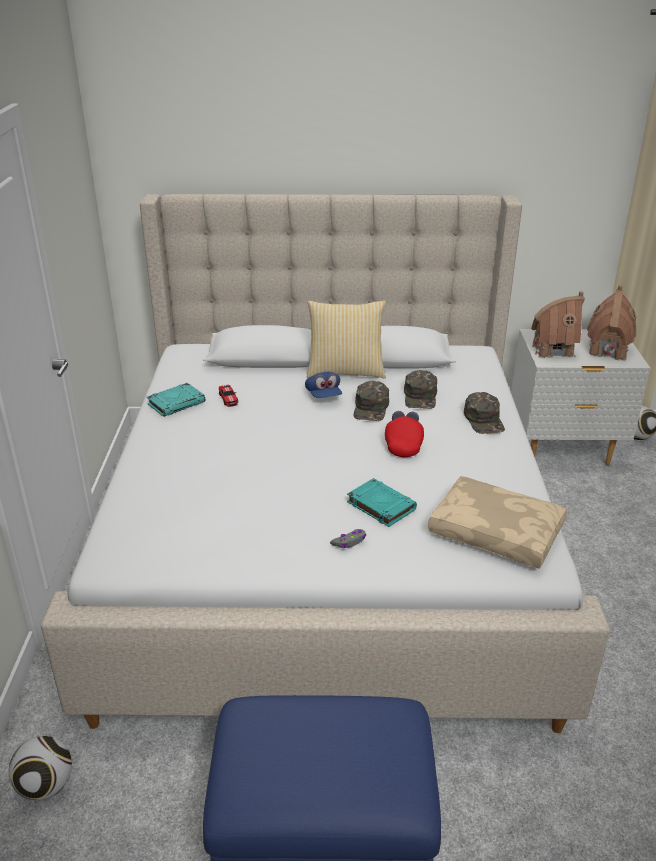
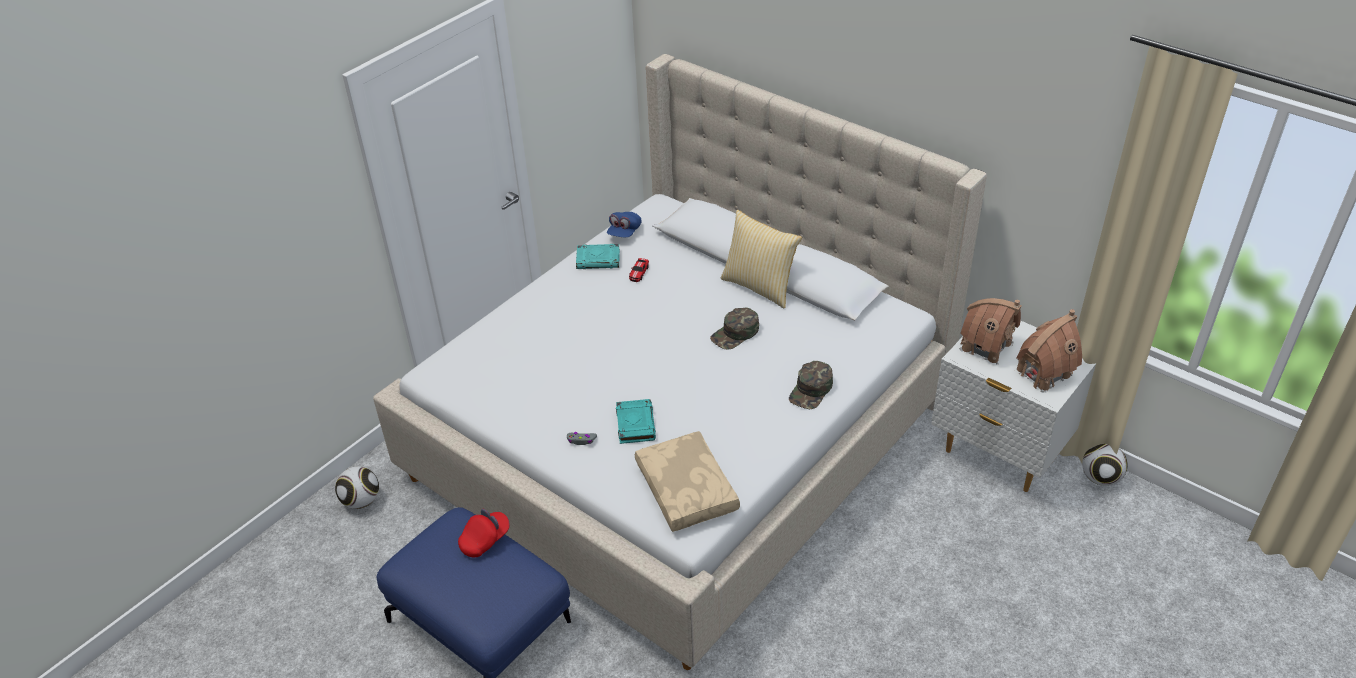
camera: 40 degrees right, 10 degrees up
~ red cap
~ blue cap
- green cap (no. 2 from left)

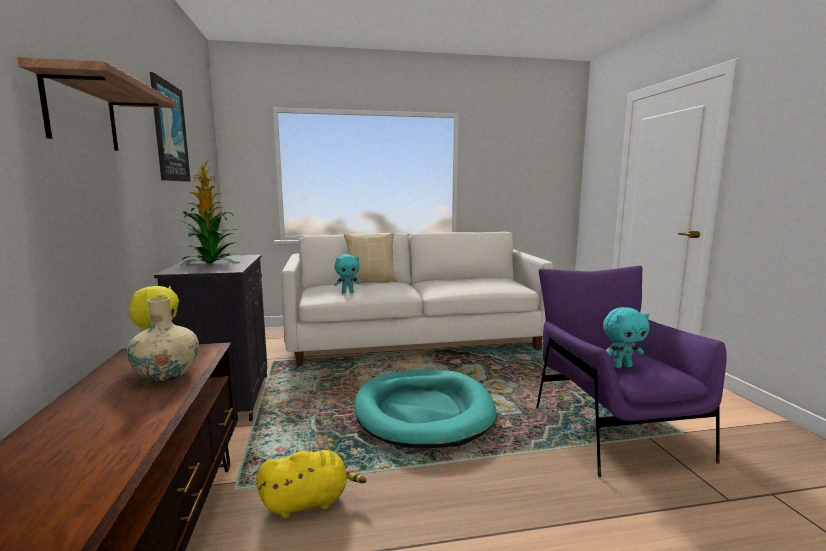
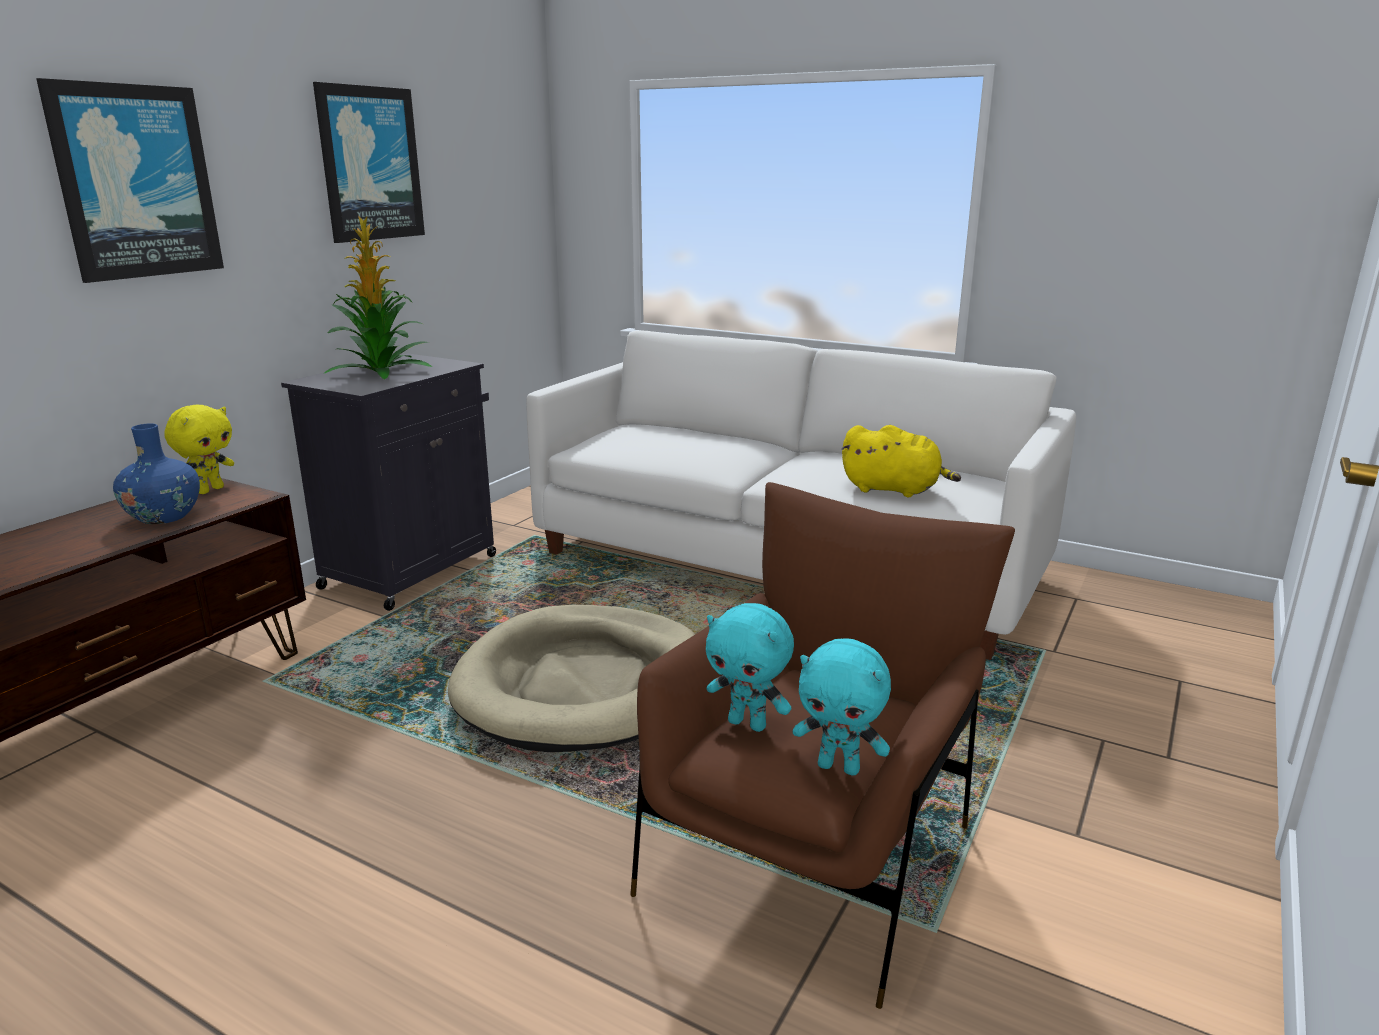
camera: 40 degrees right, 10 degrees up
~ shelf to picture (no. 1 from left)
~ beige vase to blue vase
~ turquoise dog bed to beige dog bed
~ purple armchair to brown armchair
~ turquoise plush toy (no. 1 from left in the first image) to turquoise plush toy (no. 2 from left)
~ yellow plush toy (no. 2 from left)
- beige pillow

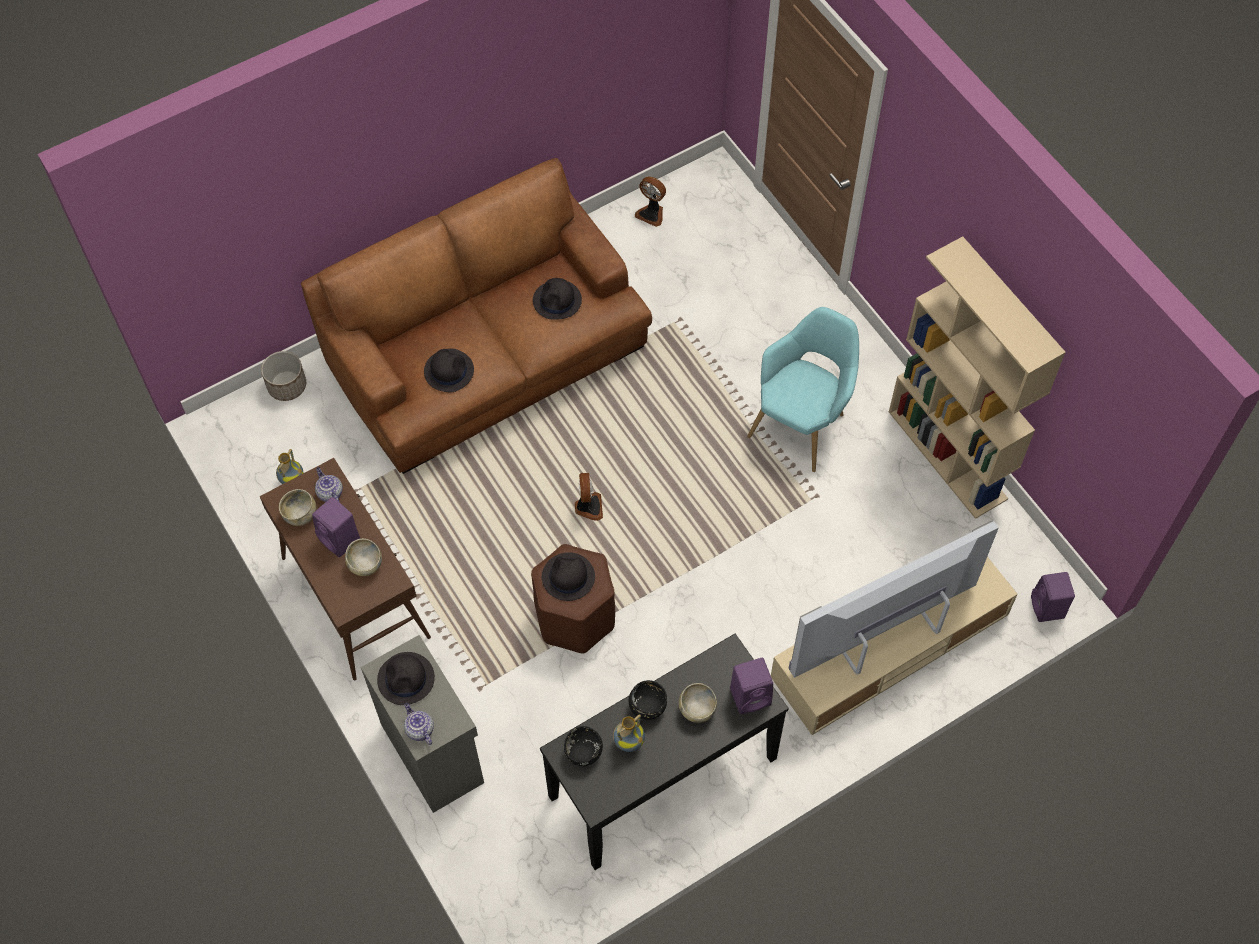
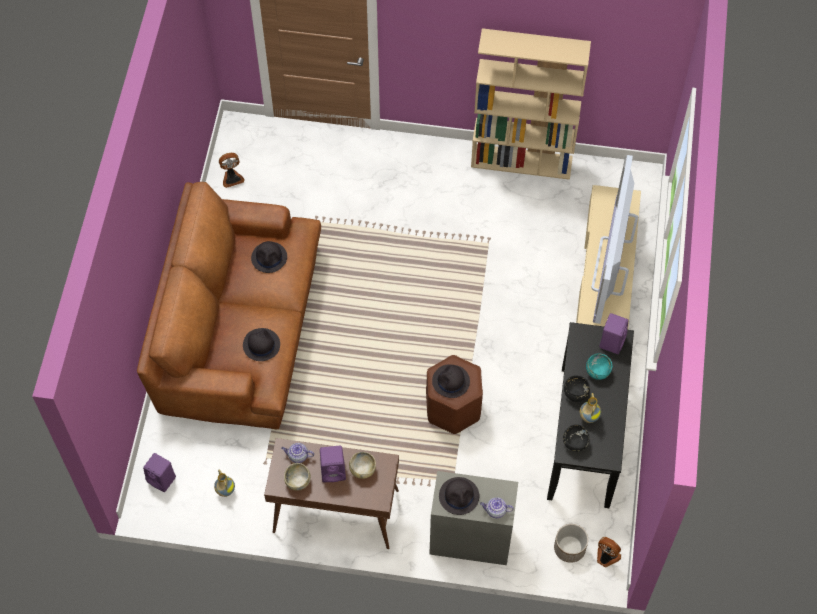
camera: 50 degrees left, 0 degrees up
~ purple speaker (no. 3 from left in the first image) to purple speaker (no. 1 from left)
~ planter
~ beige bowl (no. 3 from left) to turquoise bowl
~ fan (no. 1 from left in the first image) to fan (no. 2 from left)
- turquoise armchair

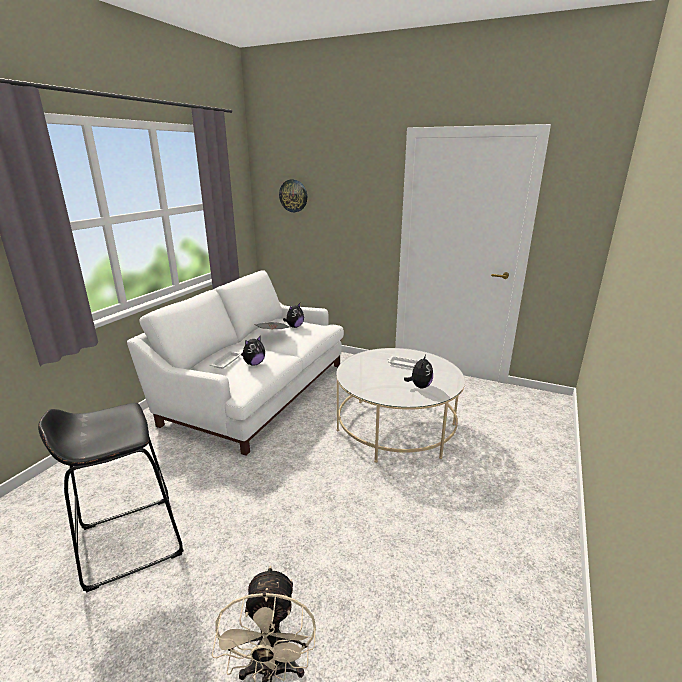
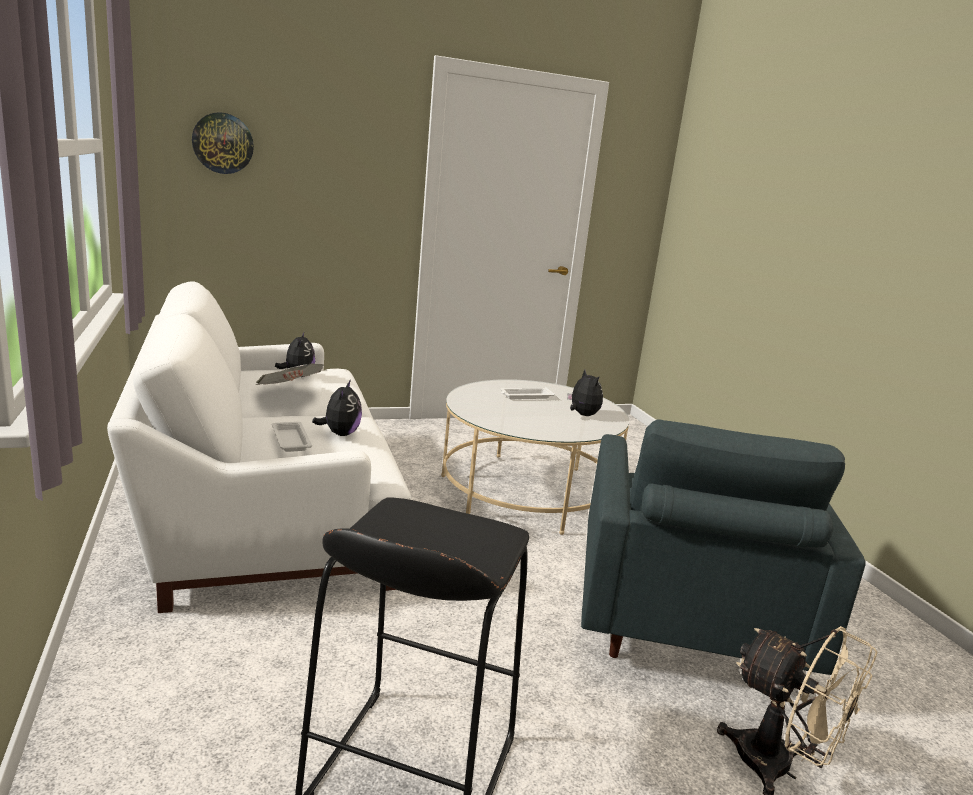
camera: 45 degrees left, 5 degrees down
+ grey armchair

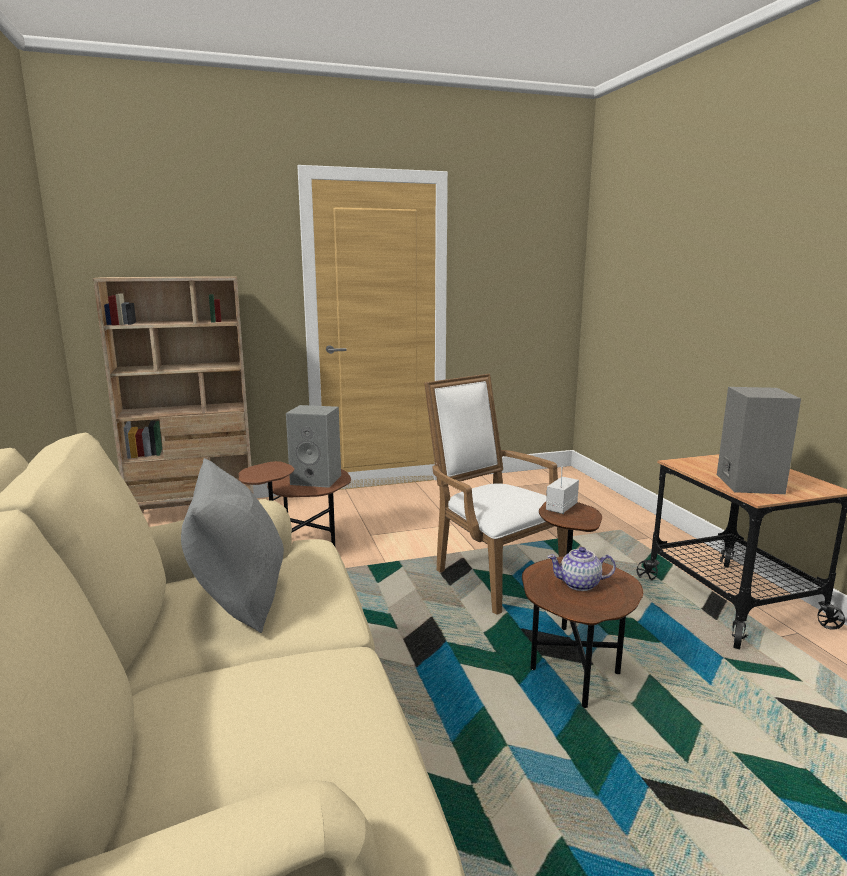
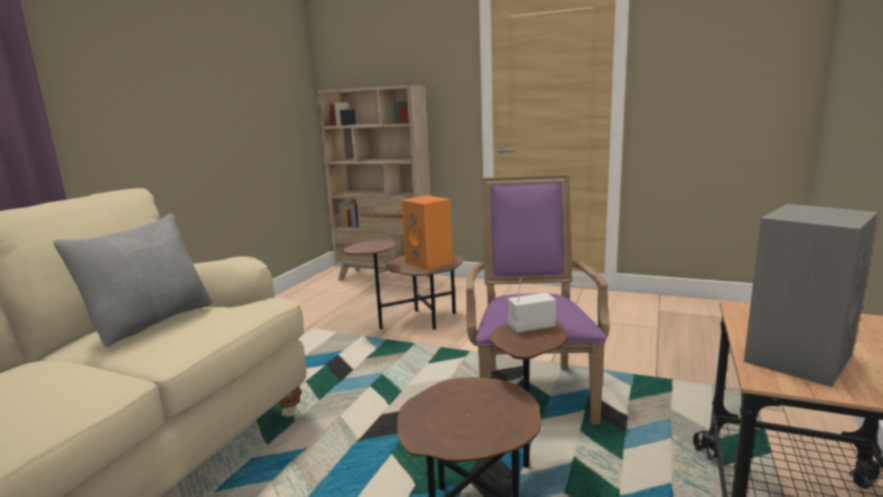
camera: 40 degrees right, 0 degrees up
~ grey speaker (no. 1 from left) to orange speaker
~ white armchair to purple armchair
- teapot

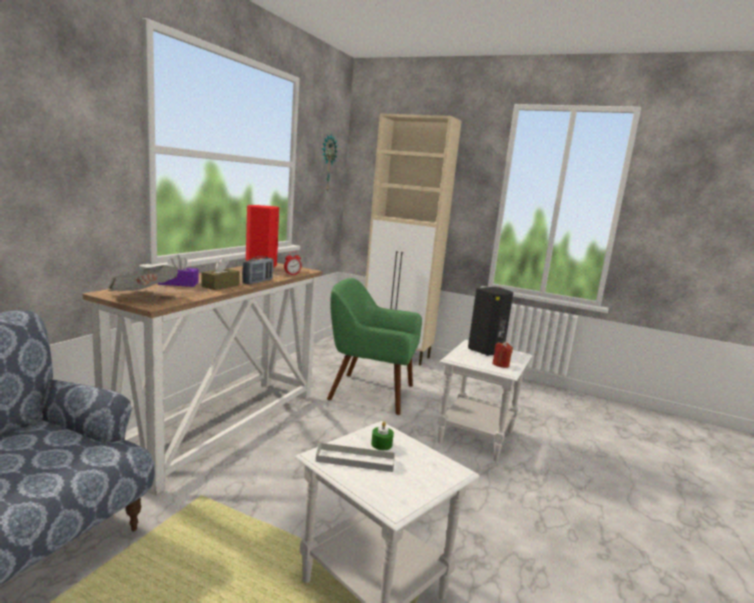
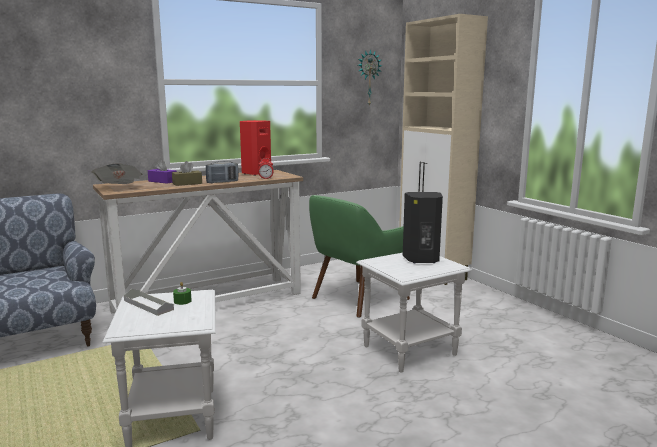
camera: 35 degrees right, 0 degrees up
~ green armchair 90 degrees counterclockwise
- red candle

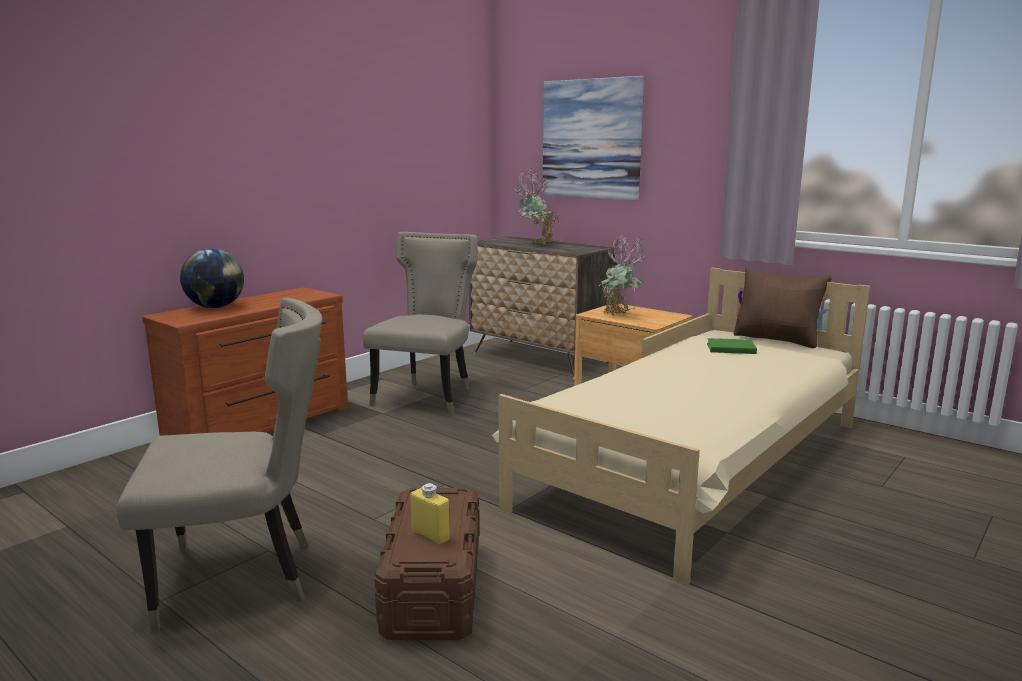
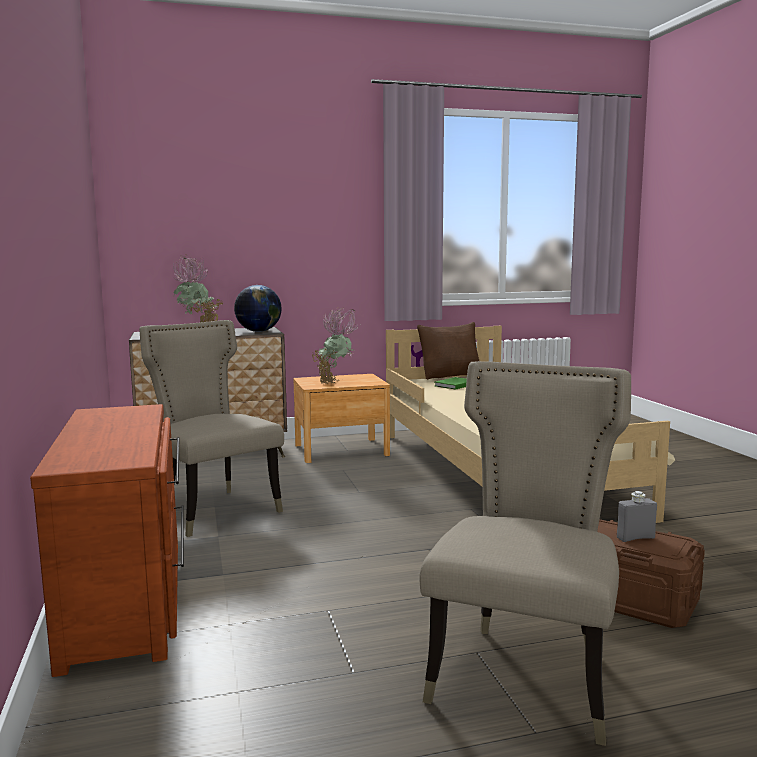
camera: 55 degrees left, 5 degrees down
~ globe
~ yellow bottle to grey bottle
- picture

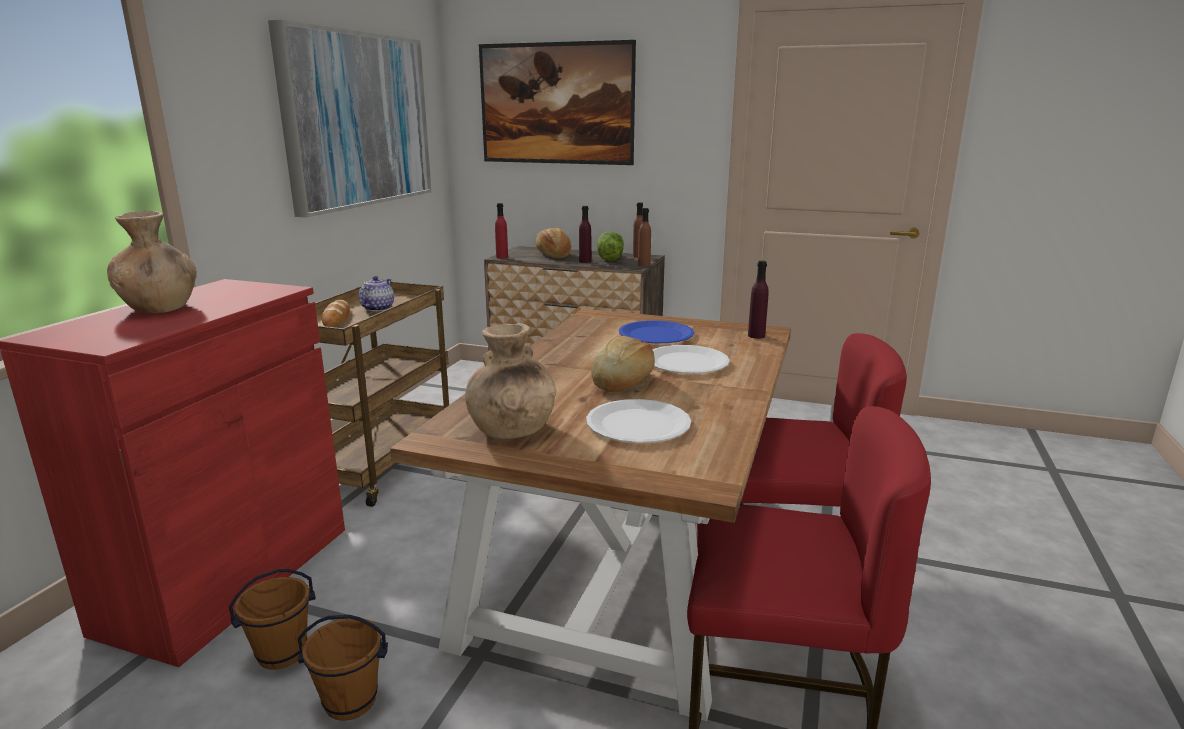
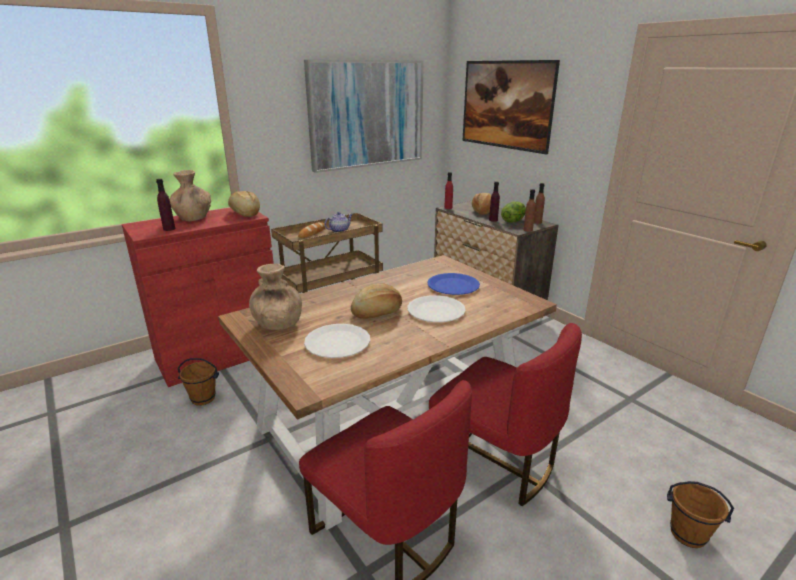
camera: 35 degrees right, 5 degrees up
~ purple bottle (no. 2 from left in the first image) to purple bottle (no. 1 from left)
+ bread (no. 1 from left)
~ brown bucket (no. 2 from left)

